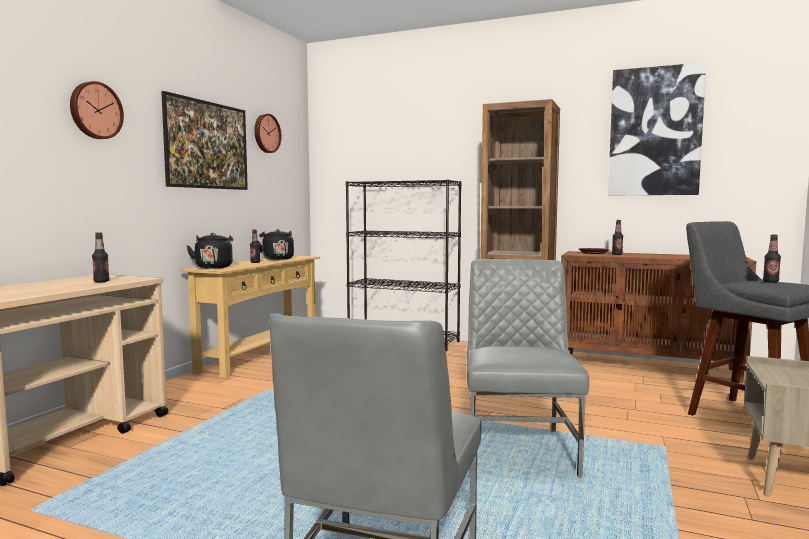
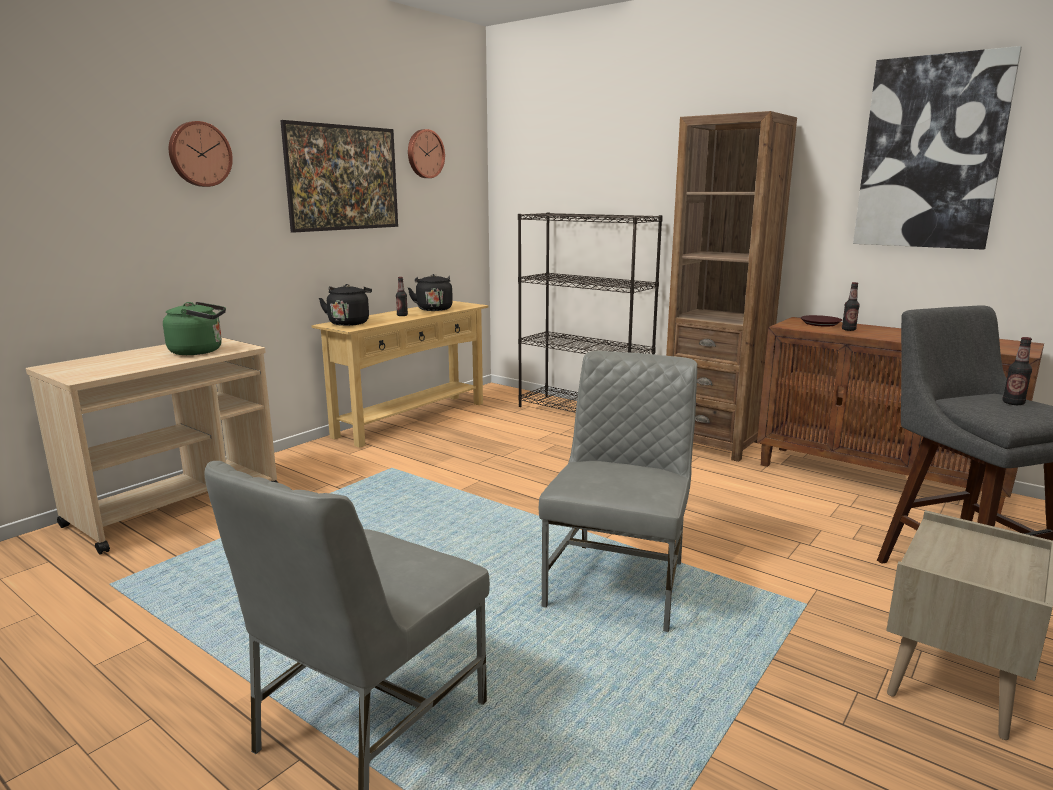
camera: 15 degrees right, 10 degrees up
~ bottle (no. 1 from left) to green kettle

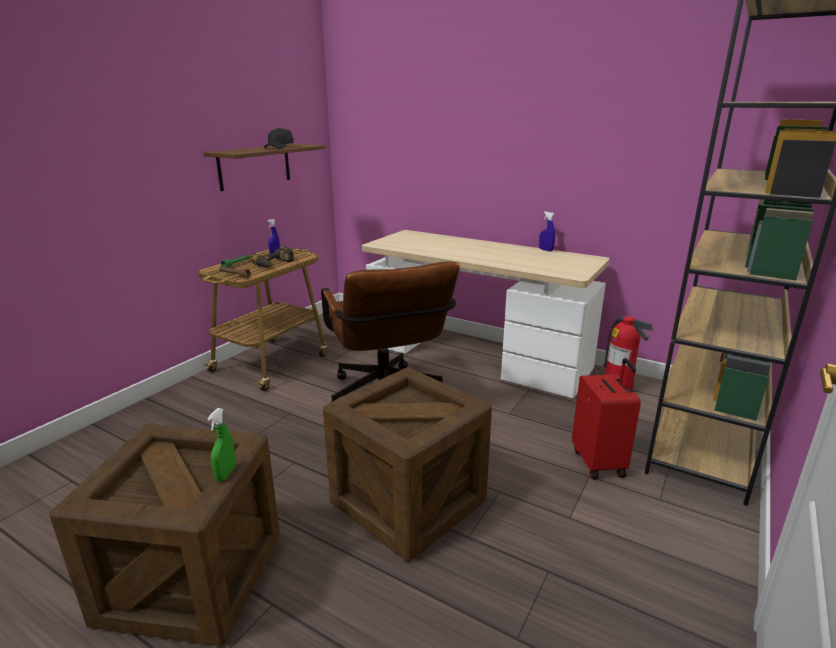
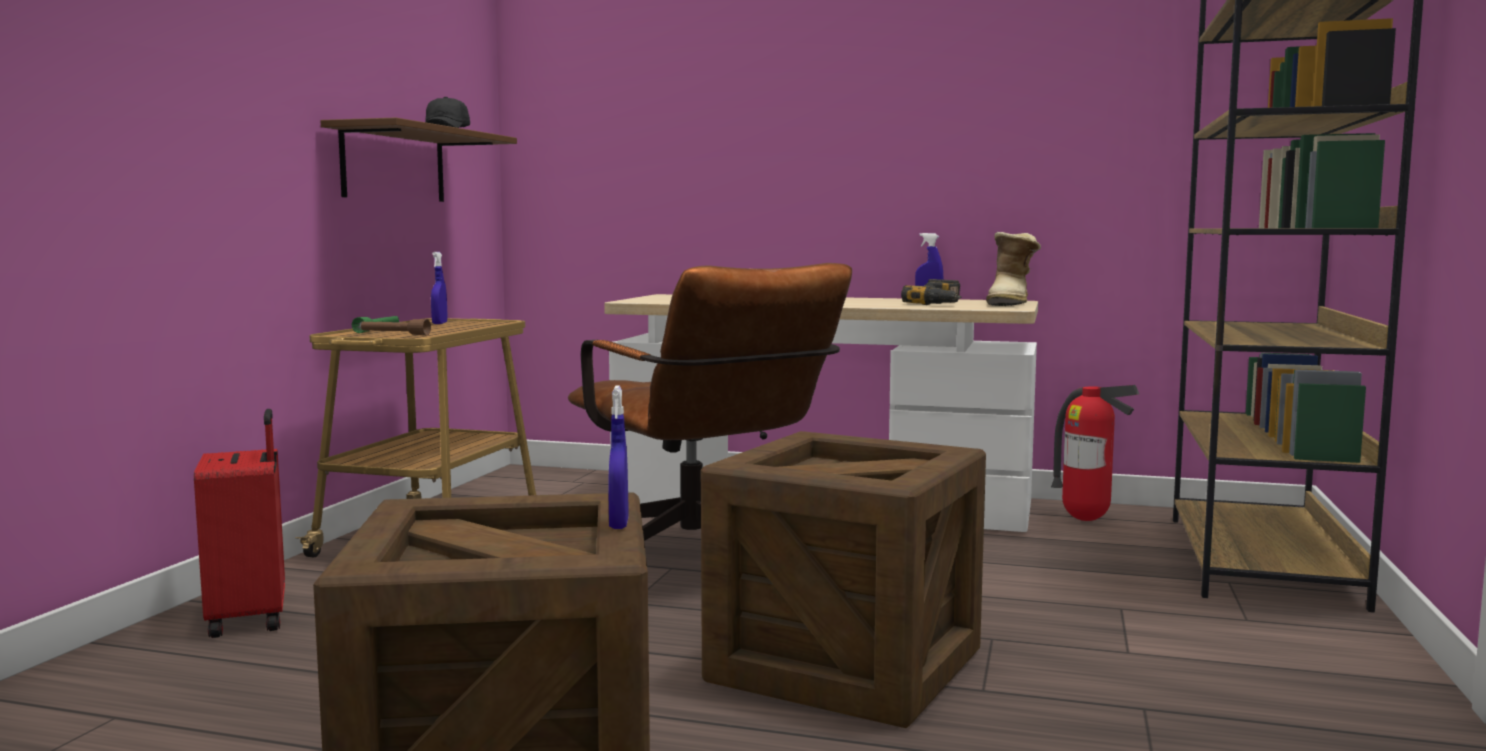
camera: 15 degrees left, 15 degrees down
~ red suitcase
~ green spray bottle to blue spray bottle (no. 2 from left)
~ power drill
+ boot

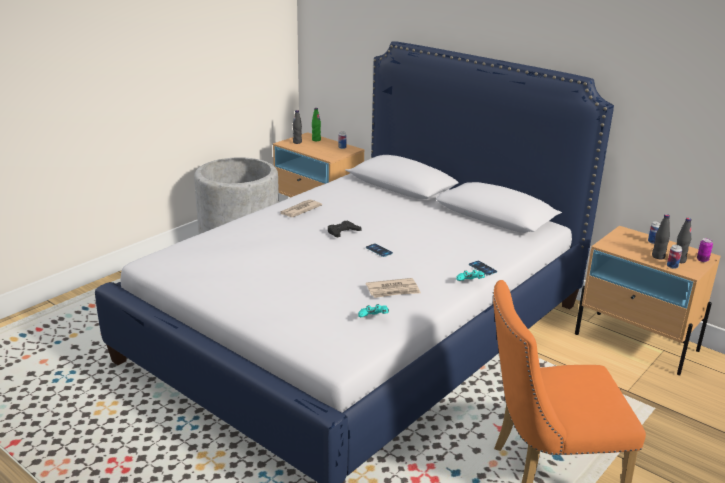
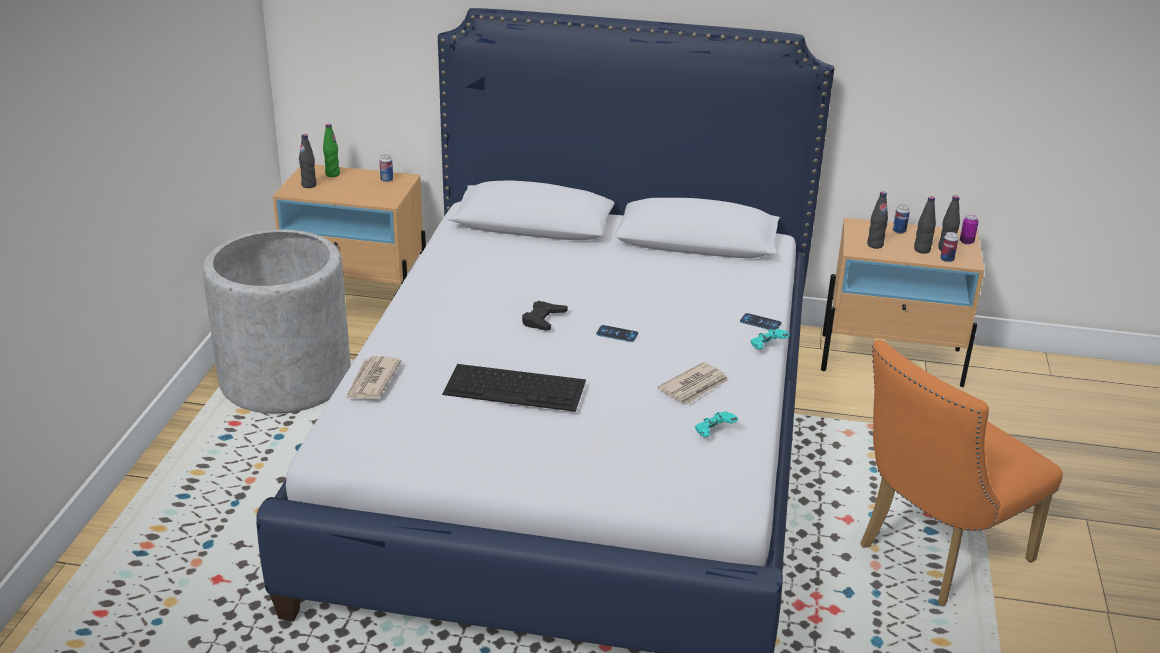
camera: 30 degrees left, 5 degrees up
~ newspaper (no. 1 from left)
+ keyboard
+ black bottle (no. 2 from left)

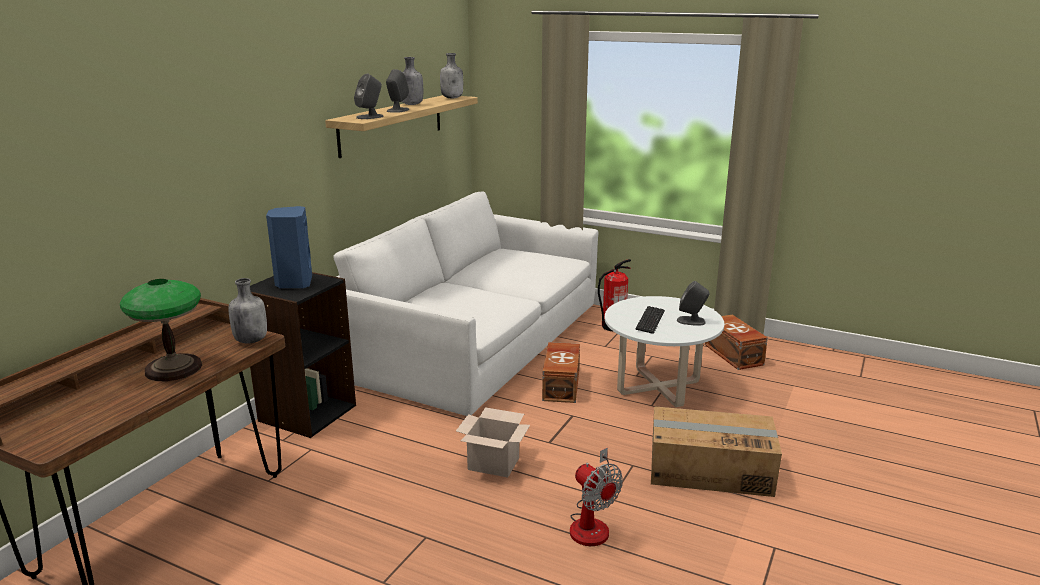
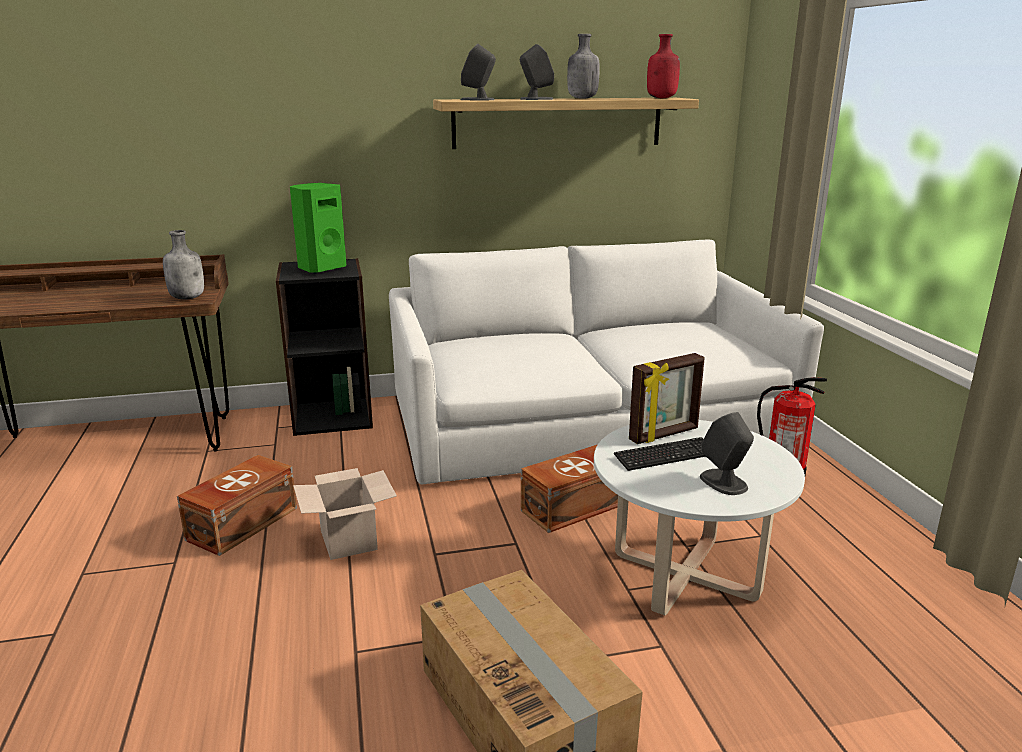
camera: 50 degrees right, 0 degrees up
~ brown storage box (no. 2 from left in the first image) to brown storage box (no. 1 from left)
~ blue speaker to green speaker
+ picture frame
~ grey bottle (no. 3 from left) to red bottle
- table lamp
- fan

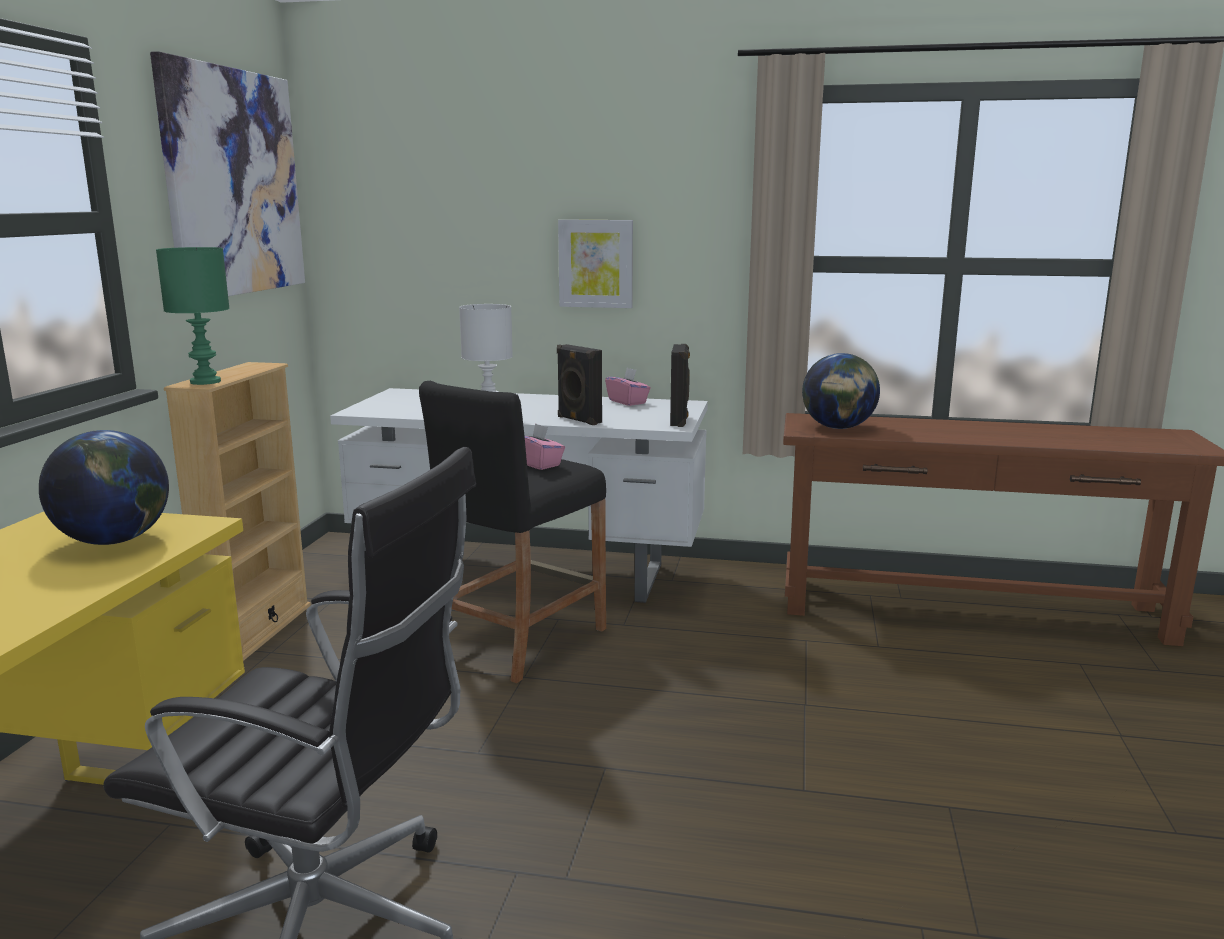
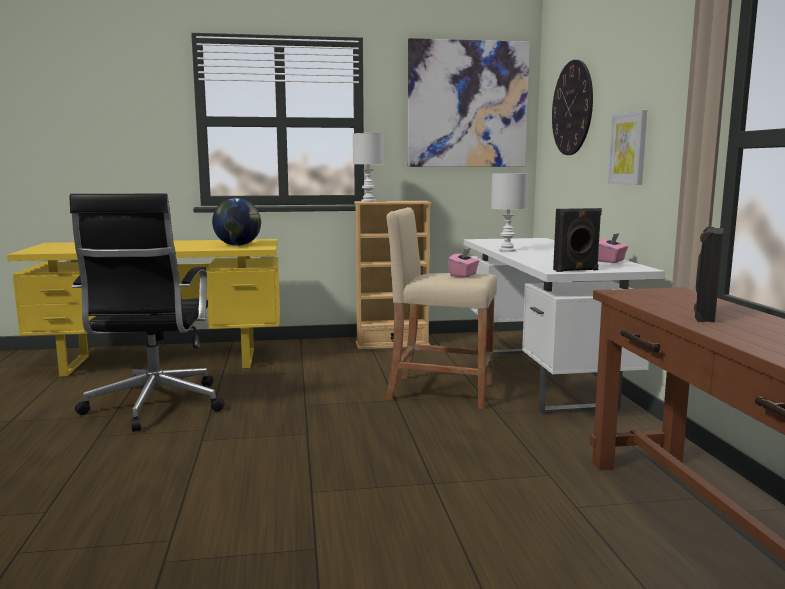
camera: 70 degrees right, 5 degrees down
~ green table lamp to white table lamp (no. 1 from left)
~ black stool to beige stool
+ wall clock
~ black speaker (no. 1 from left in the first image) to black speaker (no. 2 from left)
- globe (no. 2 from left)

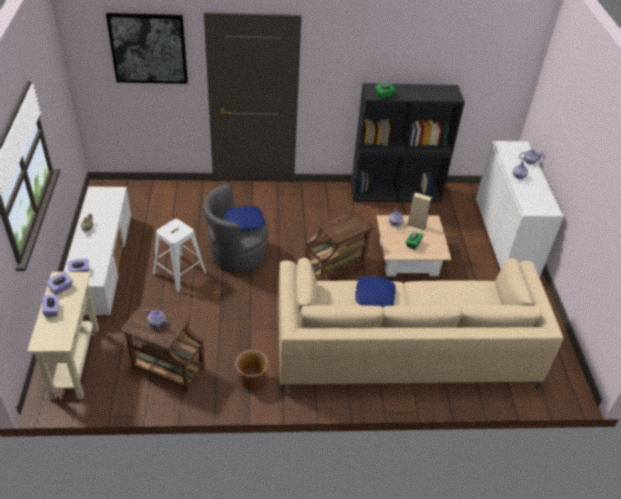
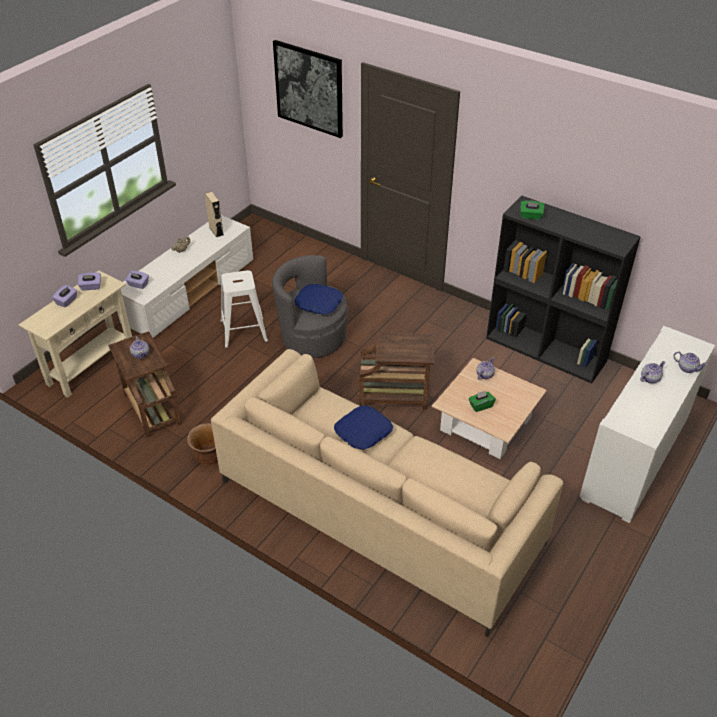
camera: 40 degrees right, 0 degrees up
~ beige speaker

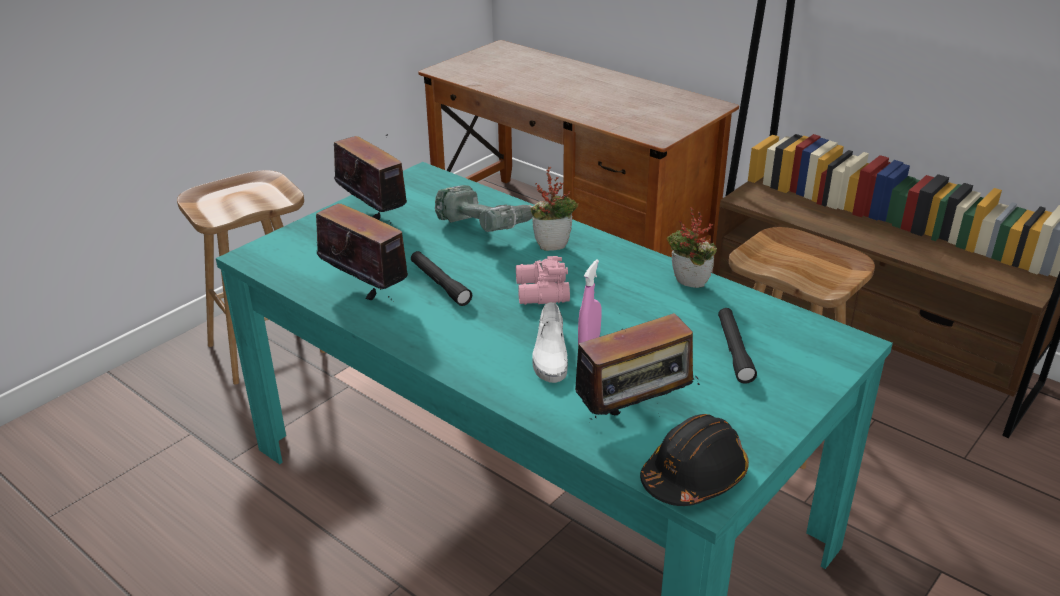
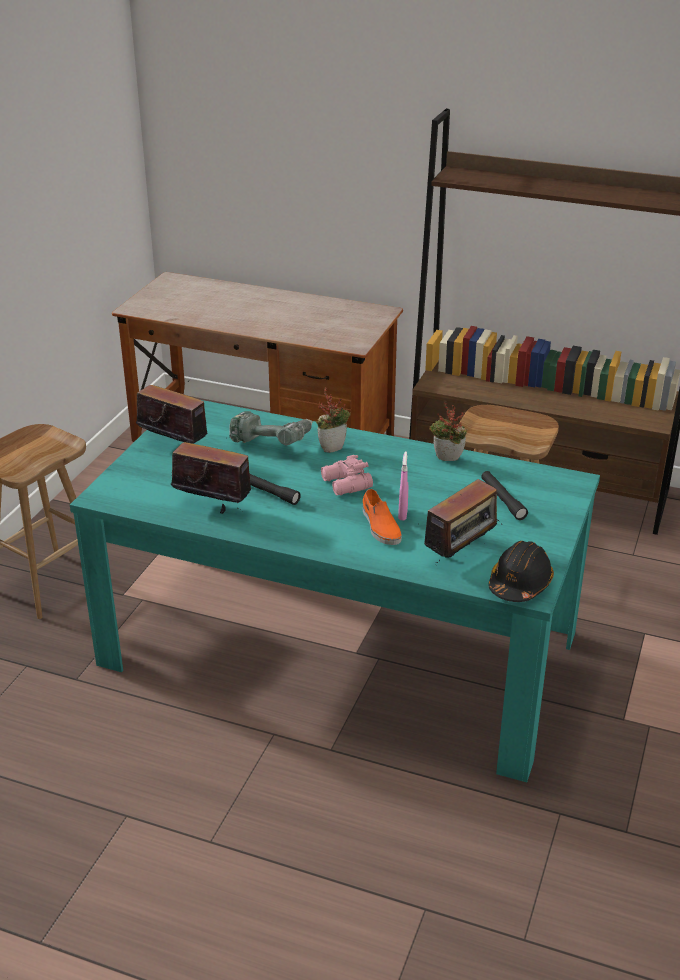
camera: 20 degrees left, 0 degrees up
~ white shoe to orange shoe

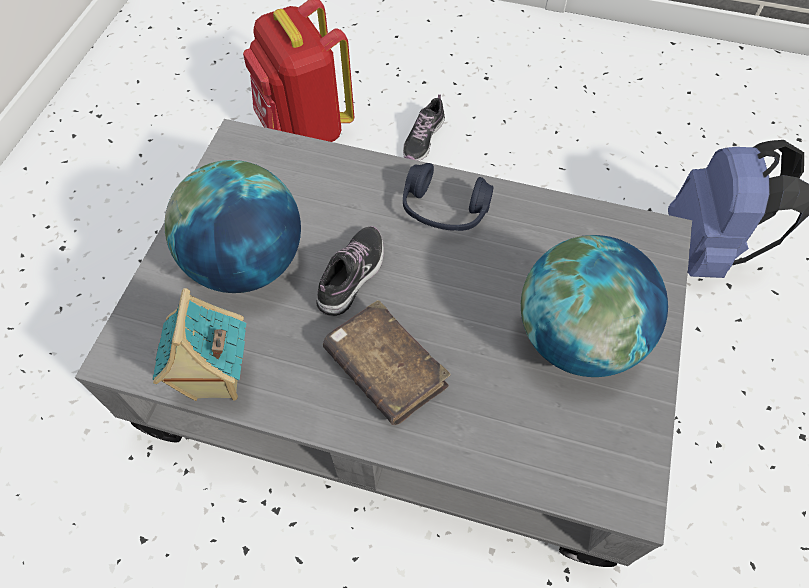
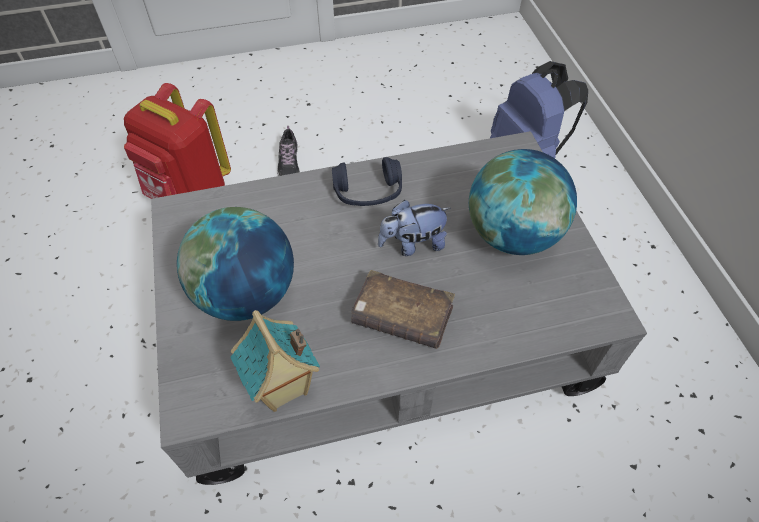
camera: 30 degrees left, 5 degrees down
+ plush toy
- shoe (no. 1 from left)

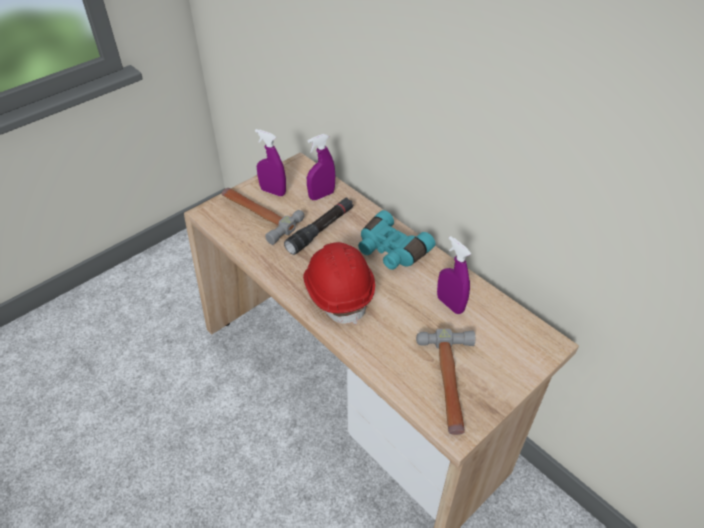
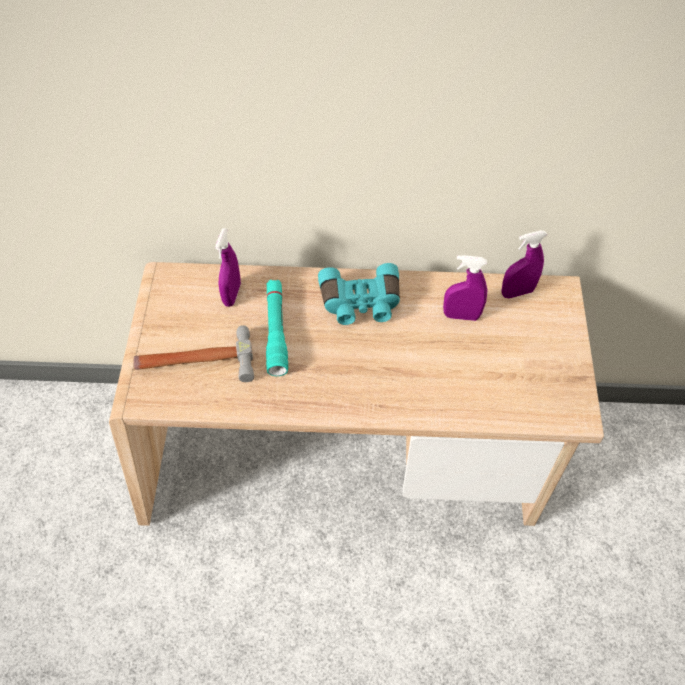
camera: 45 degrees left, 10 degrees up
~ black flashlight to turquoise flashlight
~ purple spray bottle (no. 1 from left in the first image) to purple spray bottle (no. 3 from left)
- red hard hat
- hammer (no. 2 from left)

